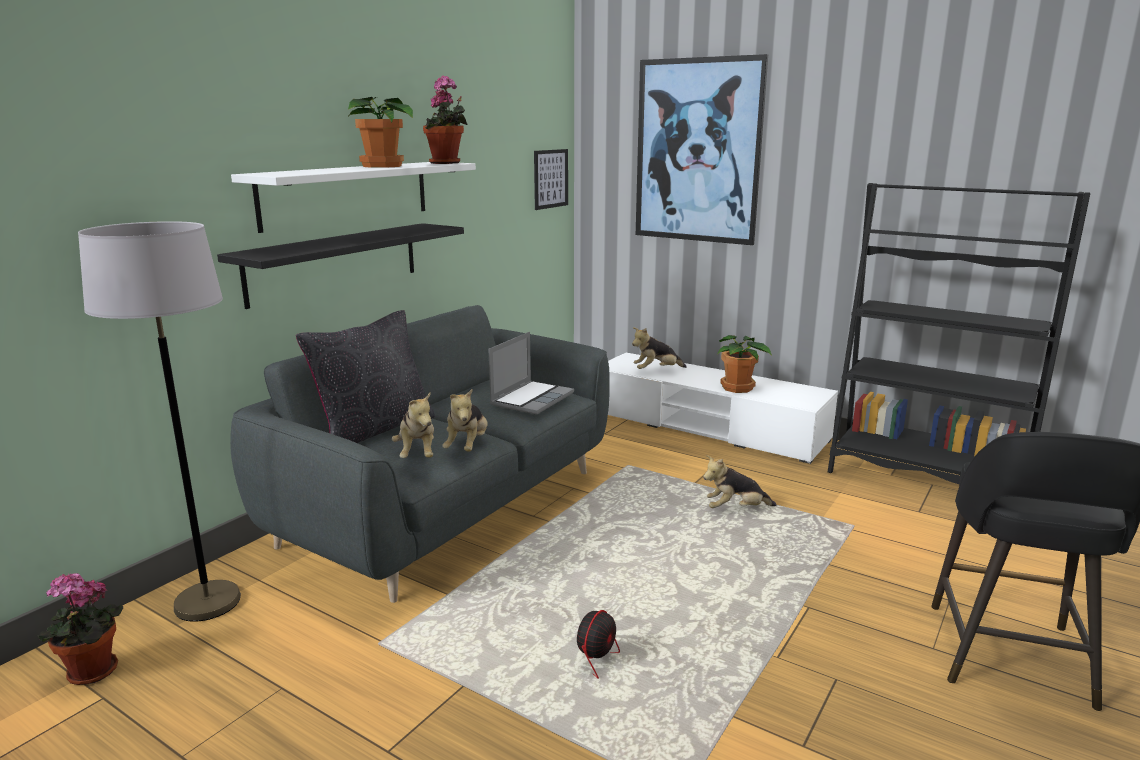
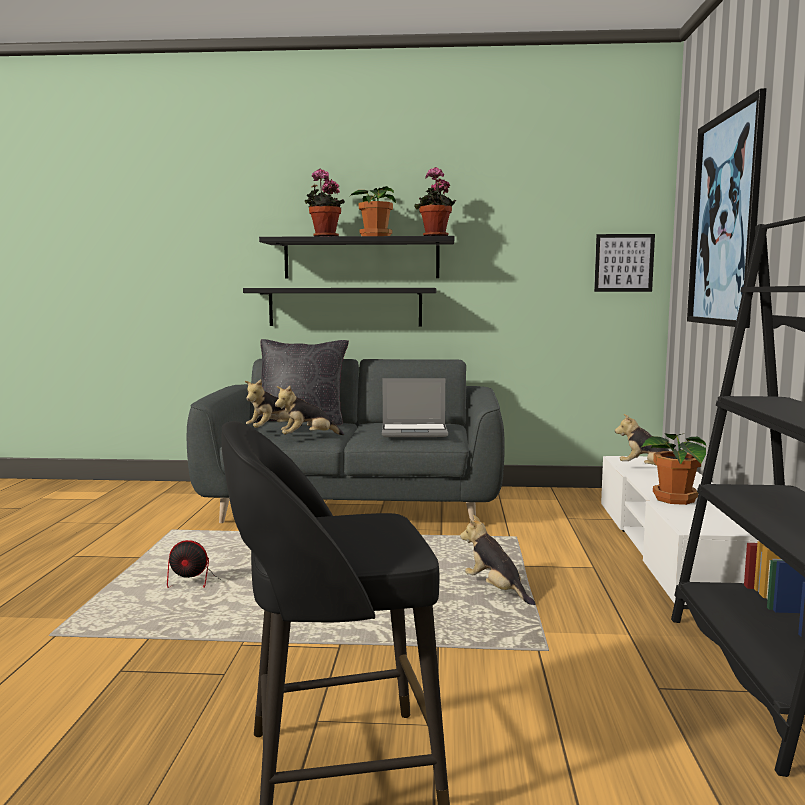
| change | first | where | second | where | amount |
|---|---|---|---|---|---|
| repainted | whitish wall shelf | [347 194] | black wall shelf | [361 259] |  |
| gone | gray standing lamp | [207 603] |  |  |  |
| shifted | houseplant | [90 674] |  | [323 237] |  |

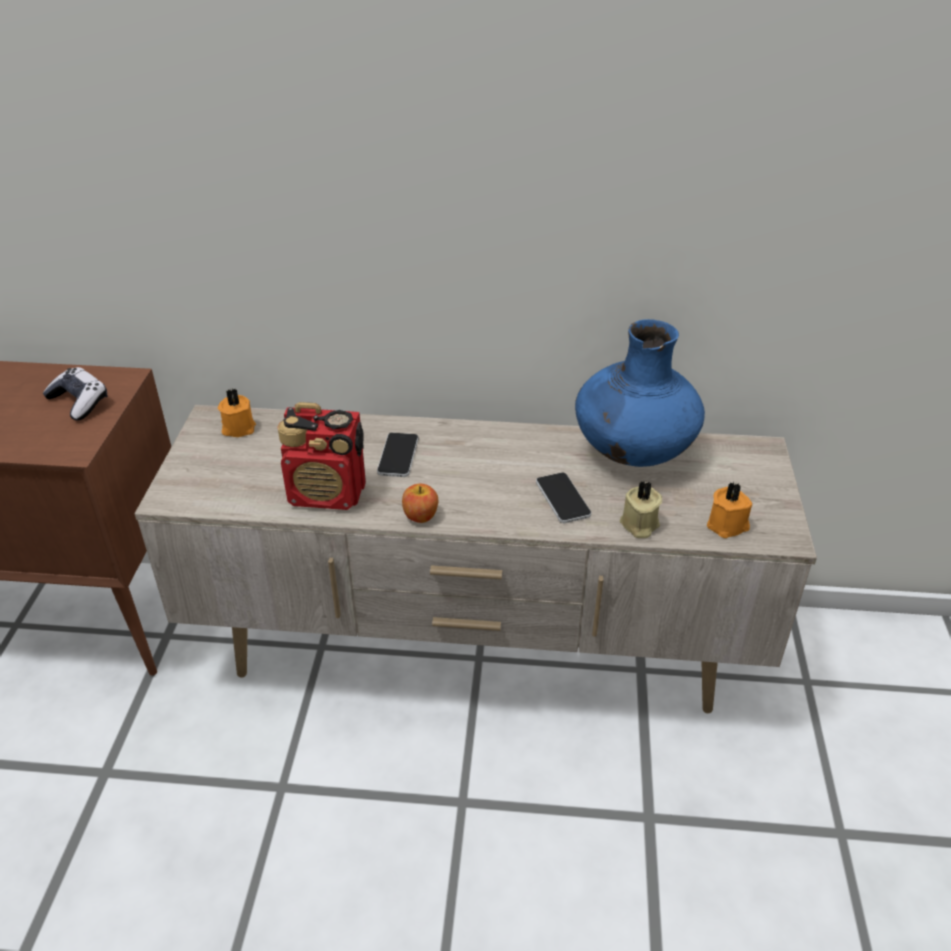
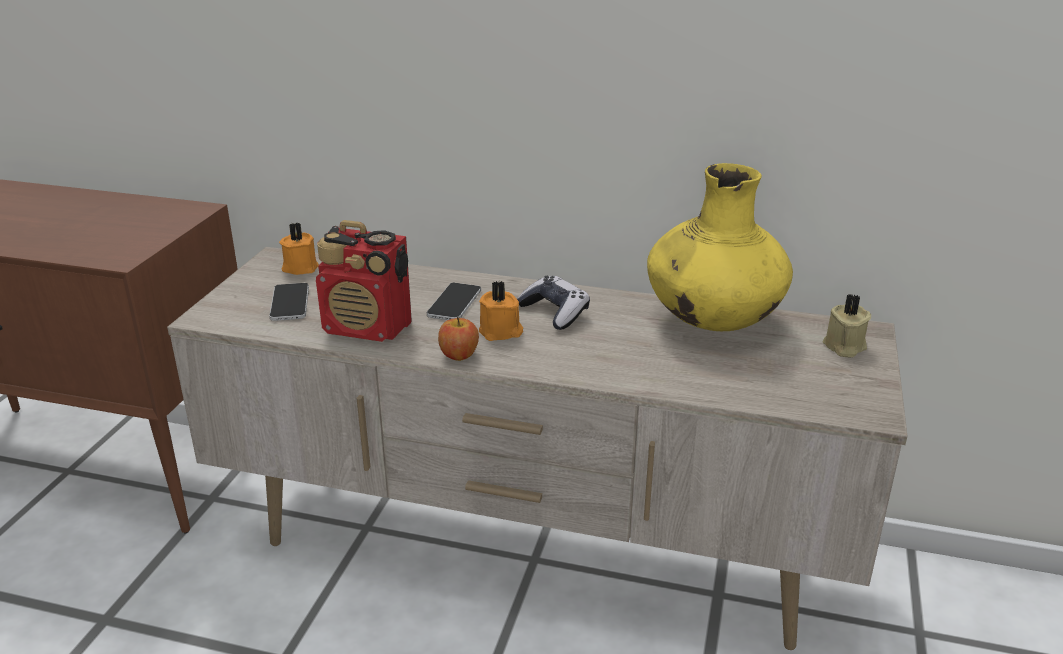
| change | first | where | second | where | amount |
|---|---|---|---|---|---|
| repainted | bluish vase | [632 452] | yellow-coloured vase | [712 321] |  |
| shifted | gamepad | [79 402] |  | [554 312] |  |
| shifted | phone | [563 498] |  | [290 303] |  |
| shifted | sand-coloured wax candle | [639 525] |  | [843 347] |  |
| shifted | orangey wax candle | [728 525] |  | [501 332] |  |

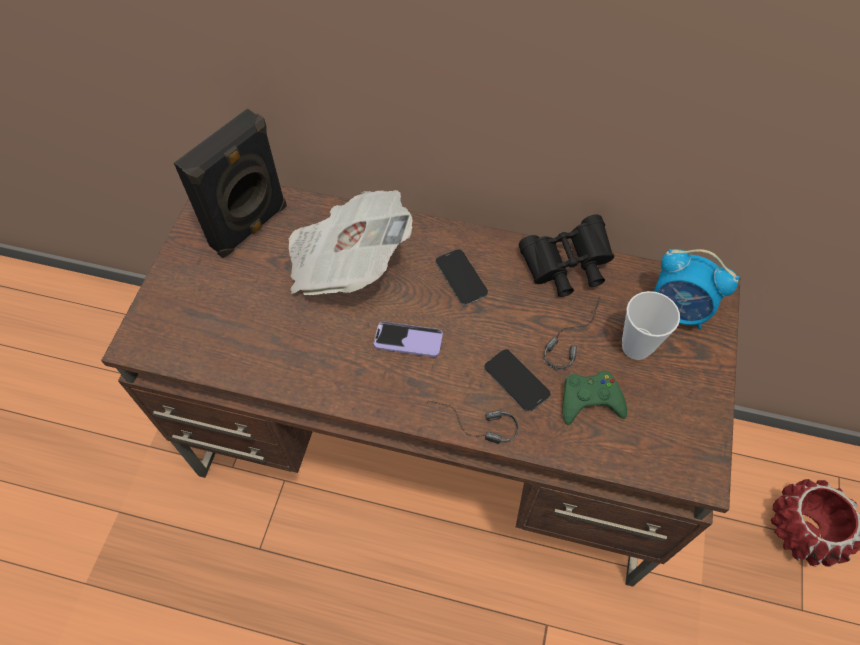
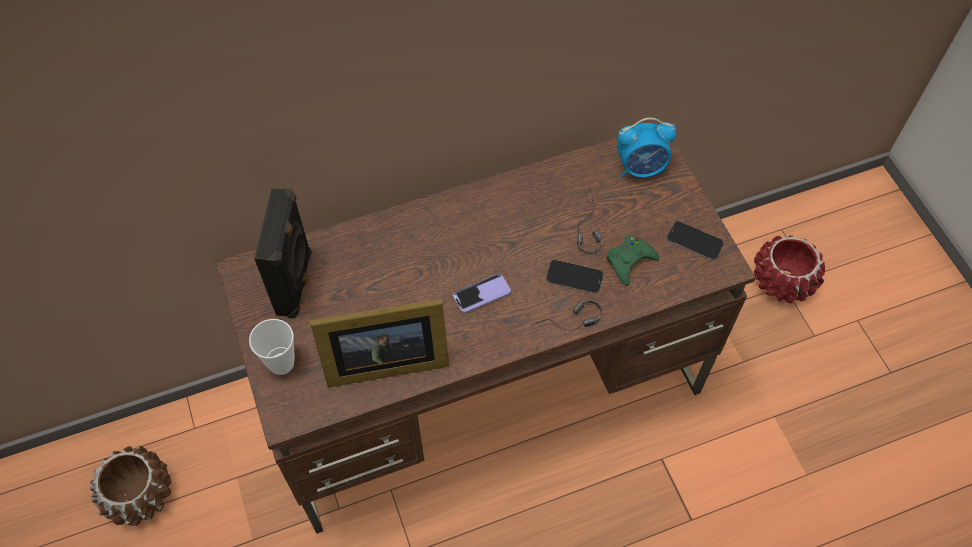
| change | first | where | second | where | amount |
|---|---|---|---|---|---|
| gone | daily paper | [346 262] |  |  |  |
| gone | black pair of binoculars | [566 267] |  |  |  |
| shifted | phone | [461 277] |  | [694 241] |  |
| shifted | small cup | [636 347] |  | [281 363] |  |
| new |  |  | picture frame | [382 361] |  |
| new |  |  | brownish plant pot | [140 494] |  |

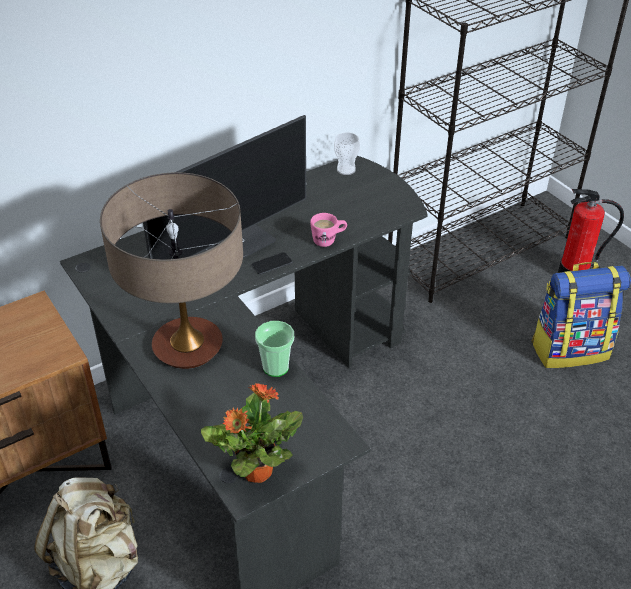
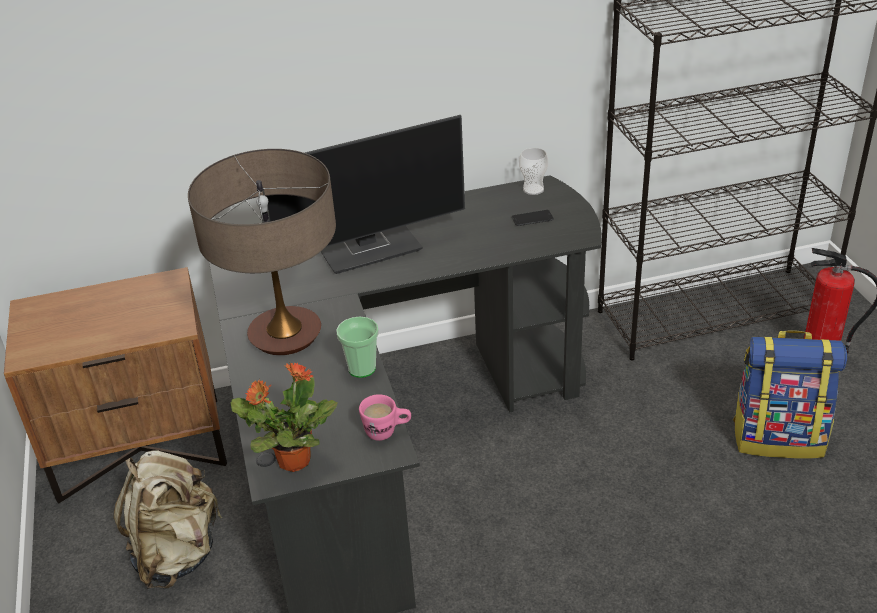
| change | first | where | second | where | amount |
|---|---|---|---|---|---|
| shifted | pink-coloured tea mug | [328 240] |  | [387 432] |  |
| shifted | phone | [272 264] |  | [532 218] |  |

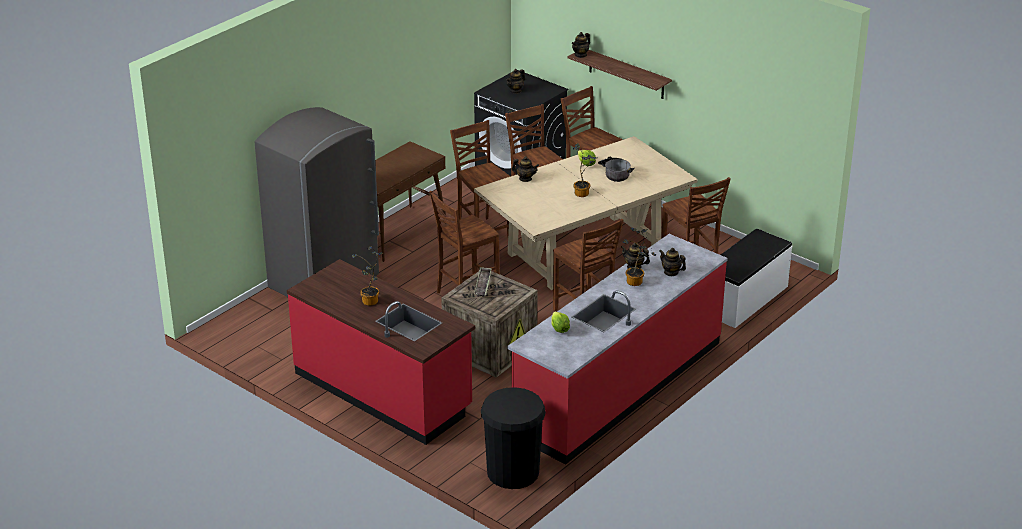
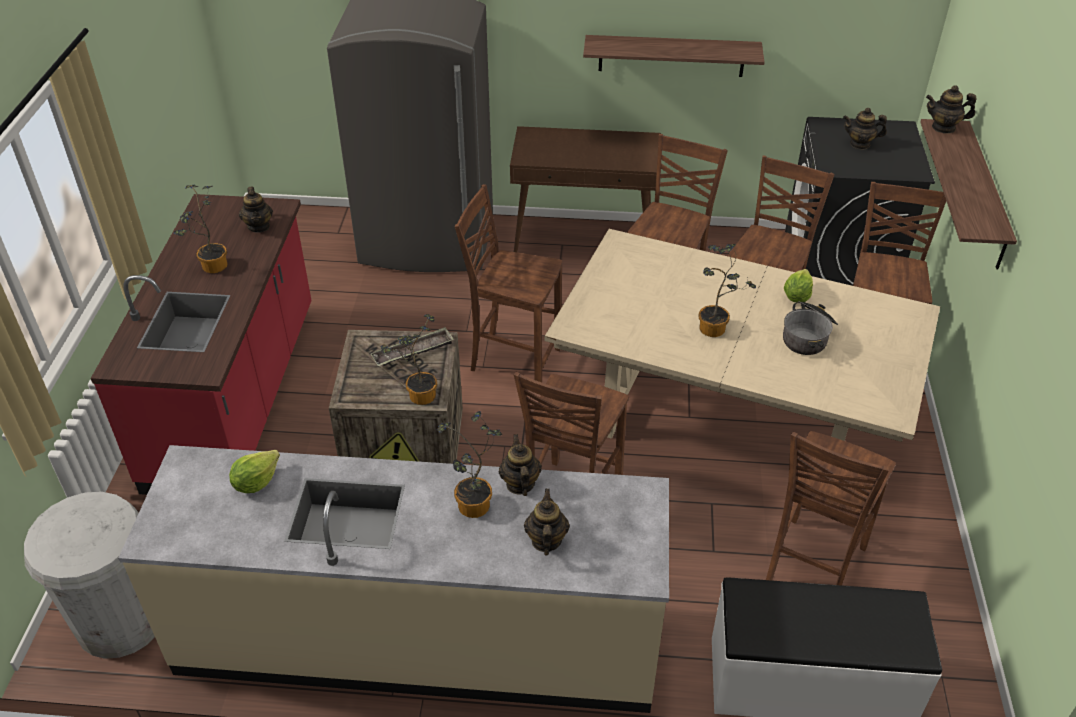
| change | first | where | second | where | amount |
|---|---|---|---|---|---|
| shifted | teapot | [525 179] |  | [259 226] |  |
| repainted | red kitchen counter | [617 387] | sand-coloured kitchen counter | [419 636] |  |
| repainted | black trash can | [512 472] | whitish trash can | [121 620] |  |
| new |  |  | wall shelf | [671 56] |  |
| new |  |  | houseplant | [418 395] |  |

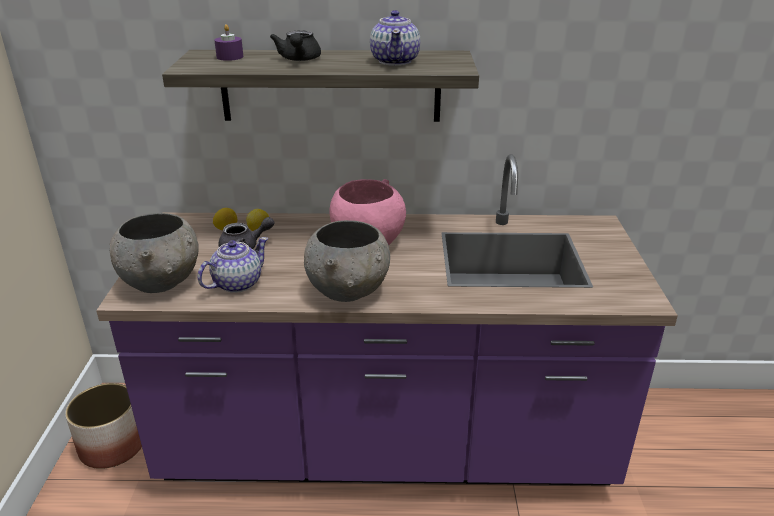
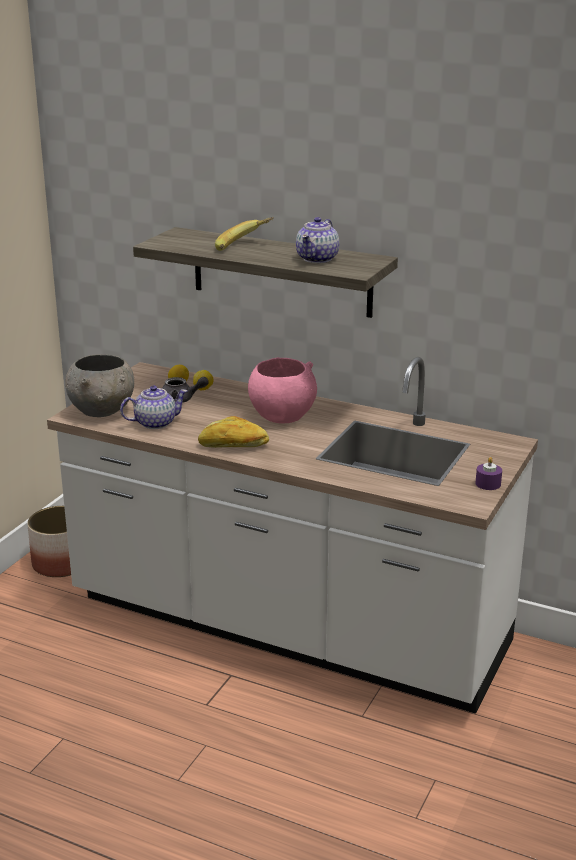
| change | first | where | second | where | amount |
|---|---|---|---|---|---|
| shifted | purple wax candle | [230 57] |  | [488 484] |  |
| swapped | black teapot | [299 60] | banana fruit | [244 247] |  |
| repainted | purple kitchen counter | [387 445] | whitish kitchen counter | [288 625] |  |
| swapped | gray bowl | [349 291] | baked bread | [233 446] |  |

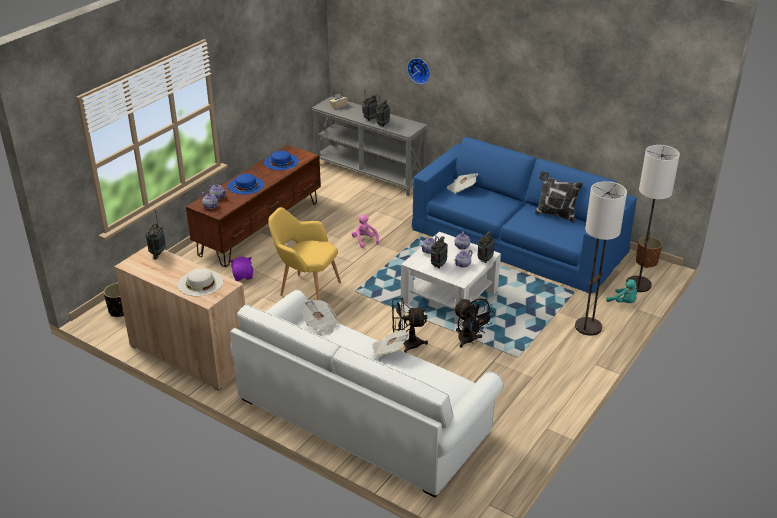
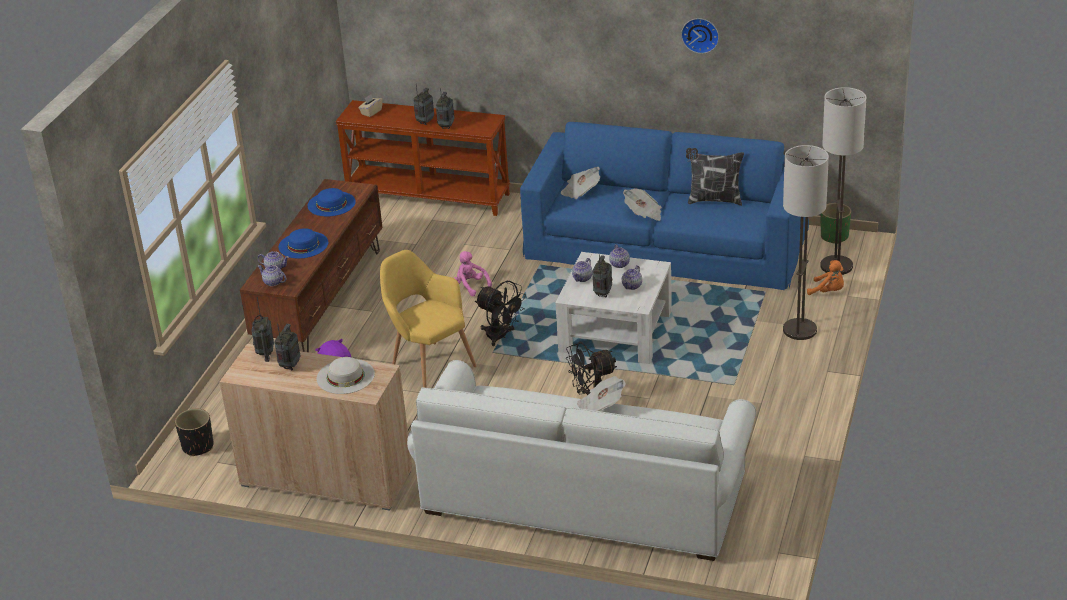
| change | first | where | second | where | amount |
|---|---|---|---|---|---|
| shifted | wall clock | [419 70] |  | [700 34] |  |
| repainted | gray narrow table | [370 173] | brownish narrow table | [429 196] |  |
| rotated | yellow-coloured armchair | [306 289] |  | [429 364] | 45 degrees clockwise |
| shifted | radio | [485 260] |  | [290 366] |  |
| repainted | brownish plant pot | [646 262] | green plant pot | [834 237] |  |
| repainted | blue-green cuddly toy | [623 302] | orangey cuddly toy | [828 291] |  |
| shifted | black fan | [469 341] |  | [501 336] |  |
| shifted | daily paper | [320 325] |  | [643 214] |  |

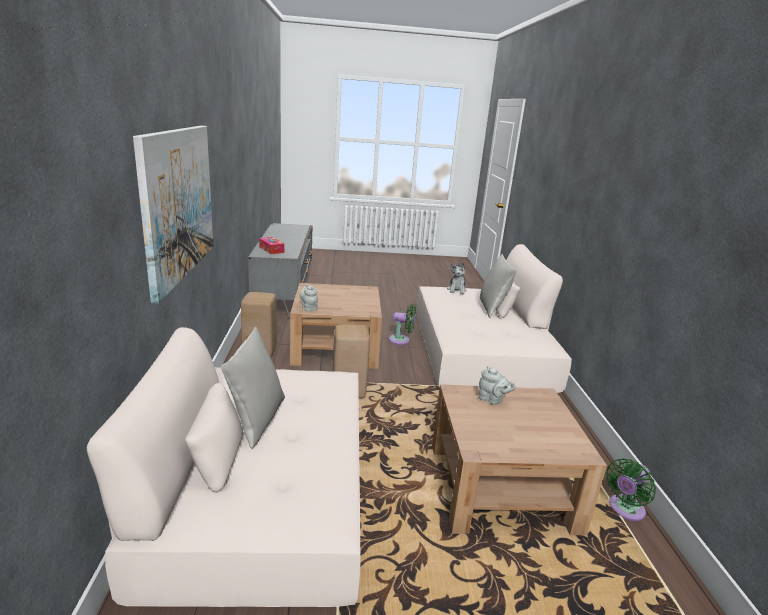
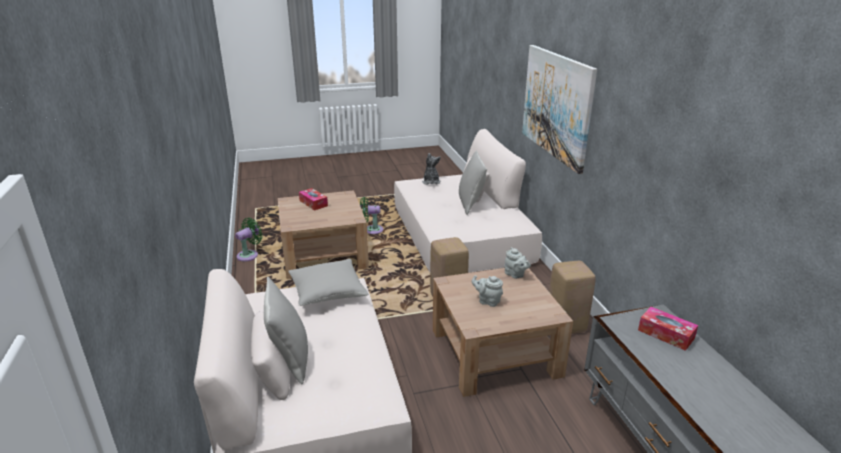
| change | first | where | second | where | amount |
|---|---|---|---|---|---|
| shifted | cuddly toy | [456 290] |  | [431 182] |  |
| shifted | green fan | [401 340] |  | [371 230] |  |
| shifted | gray teapot | [492 400] |  | [487 301] |  |
| new |  |  | box of tissues | [313 203] |  |
| new |  |  | gray throw pillow | [327 292] |  |

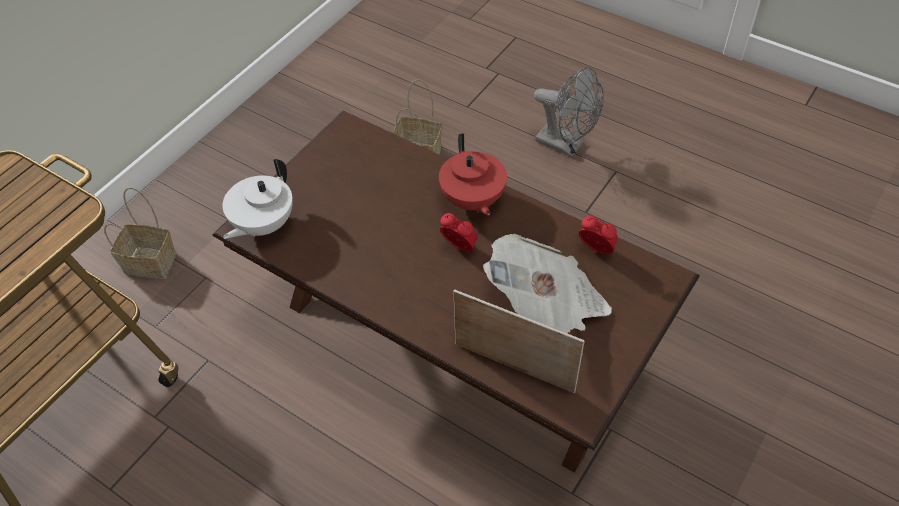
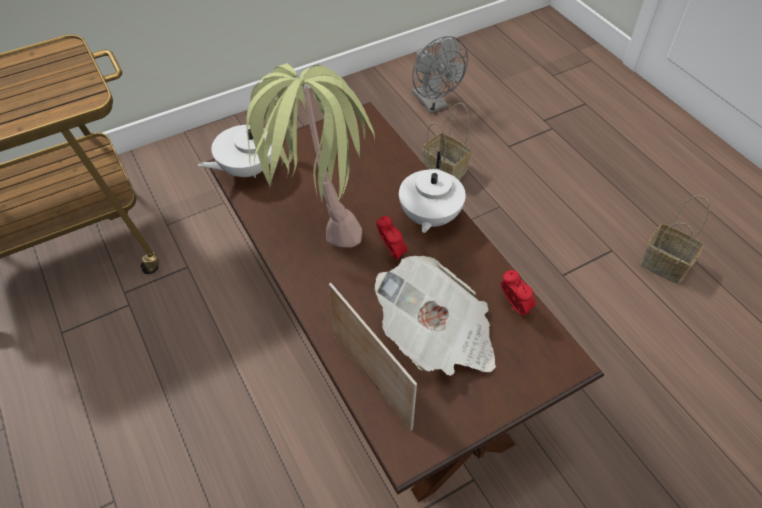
| change | first | where | second | where | amount |
|---|---|---|---|---|---|
| shifted | gray fan | [566 145] |  | [433 104] |  |
| repainted | red teapot | [472 201] | whitish teapot | [429 217] |  |
| shifted | storage basket | [148 263] |  | [662 264] |  |
| new |  |  | houseplant | [316 219] |  |

